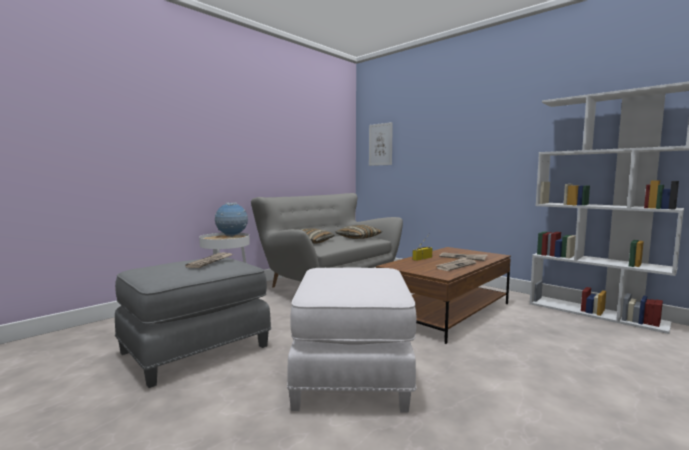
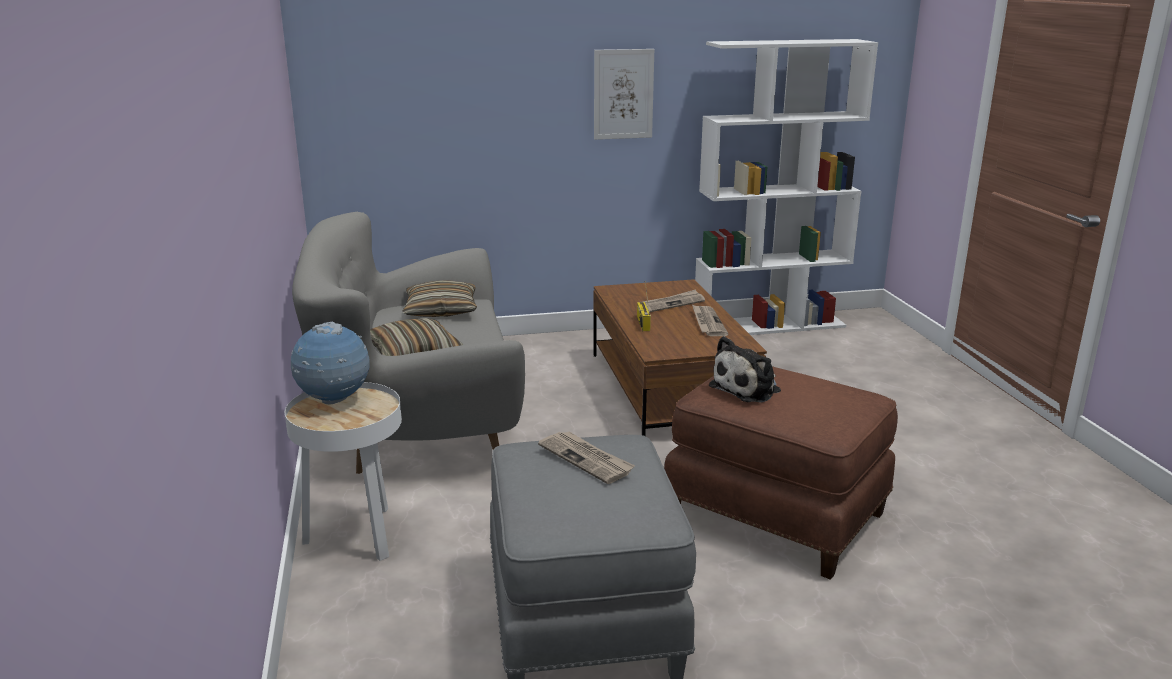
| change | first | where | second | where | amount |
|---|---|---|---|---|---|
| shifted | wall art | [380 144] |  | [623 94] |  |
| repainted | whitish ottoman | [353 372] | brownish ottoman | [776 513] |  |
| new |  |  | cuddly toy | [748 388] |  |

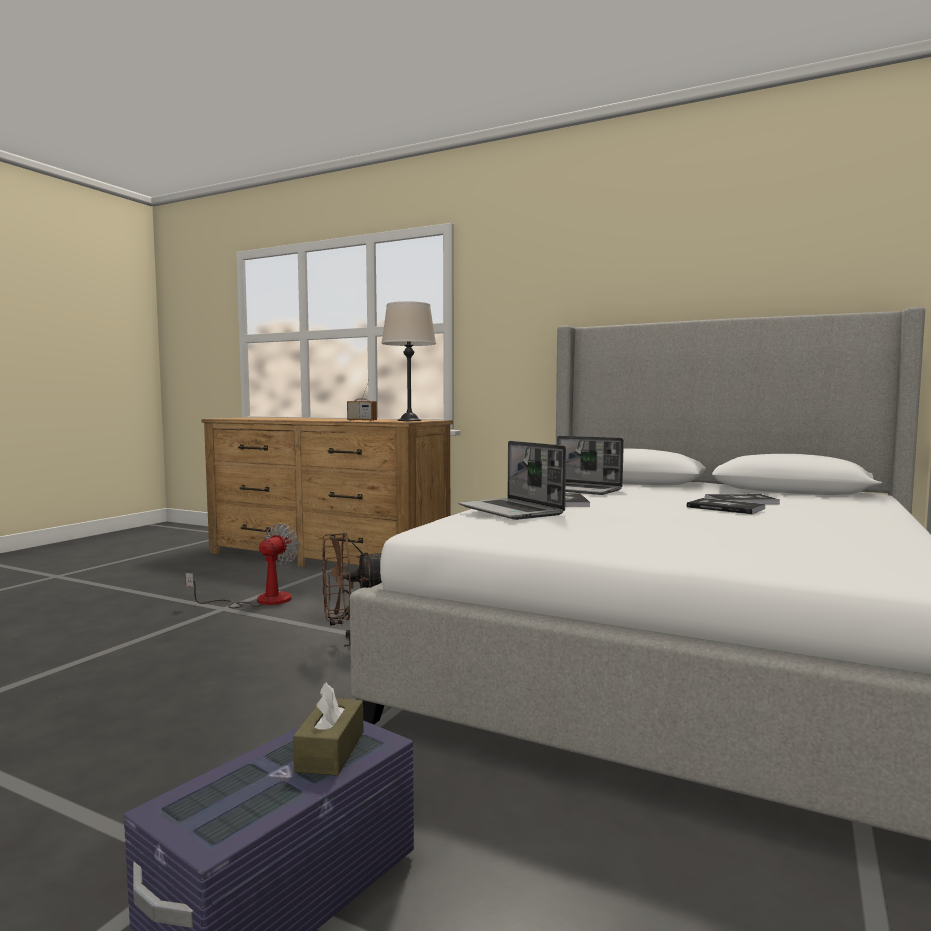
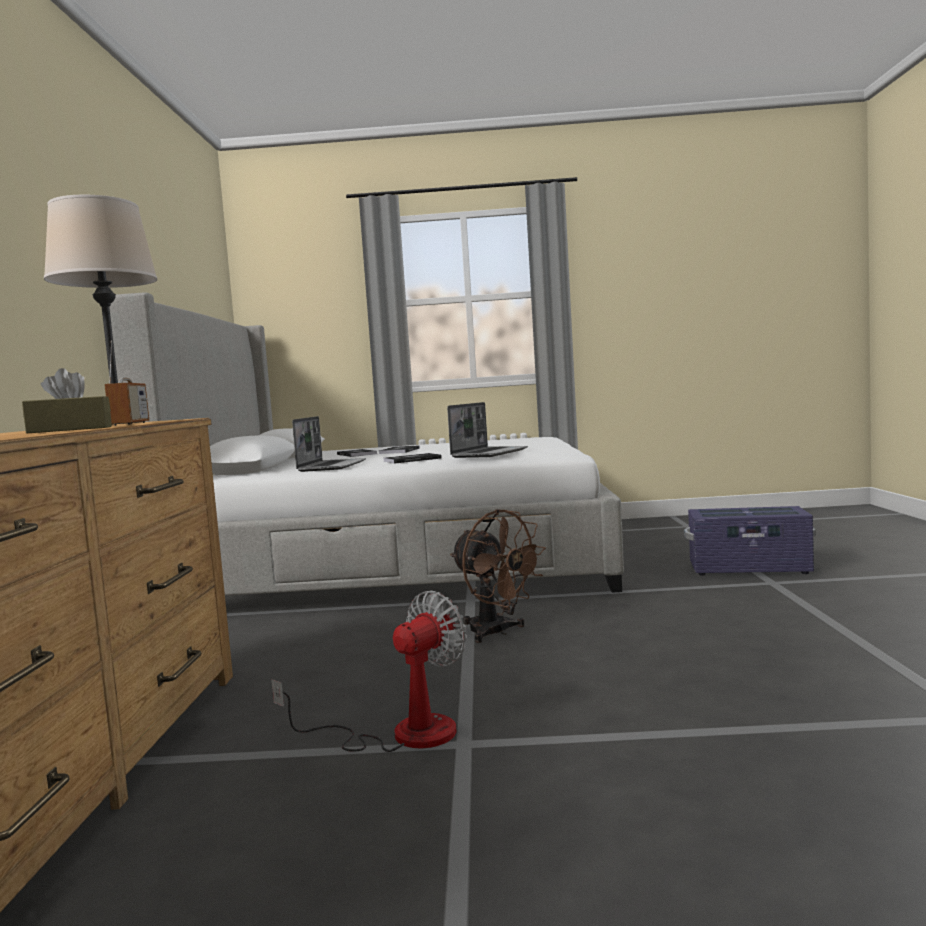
| change | first | where | second | where | amount |
|---|---|---|---|---|---|
| rotated | fan | [260 601] |  | [401 734] | 135 degrees clockwise |
| shifted | brownish box of tissues | [330 751] |  | [70 430] |  |

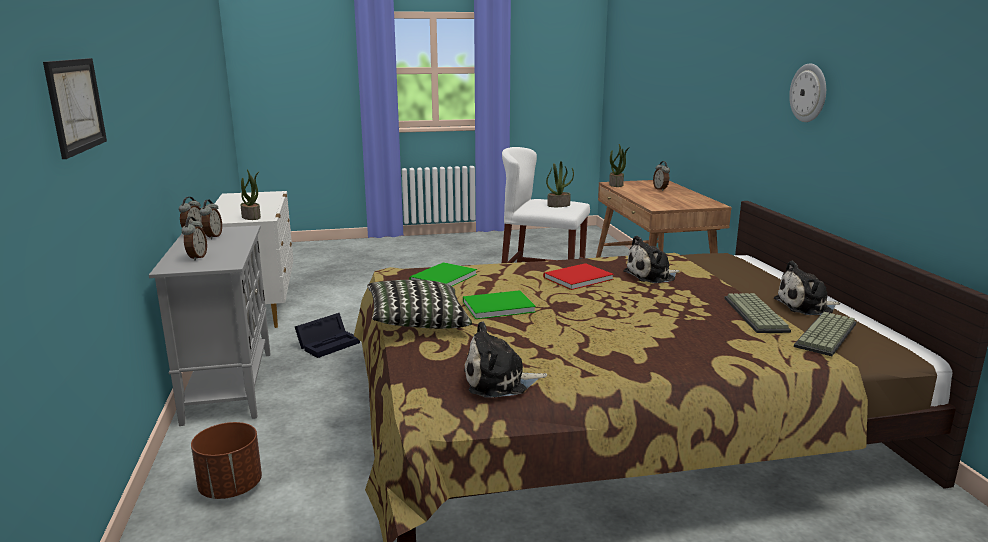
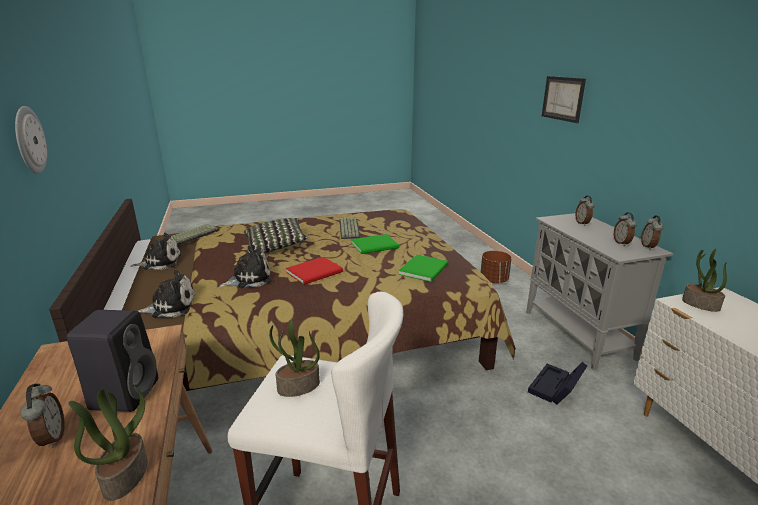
| change | first | where | second | where | amount |
|---|---|---|---|---|---|
| shifted | throw pillow | [417 322] |  | [275 246] |  |
| shifted | keyboard | [757 315] |  | [348 229] |  |
| shifted | cuddly toy | [499 382] |  | [171 306] |  |
| new |  |  | black audio speaker | [125 393] |  |

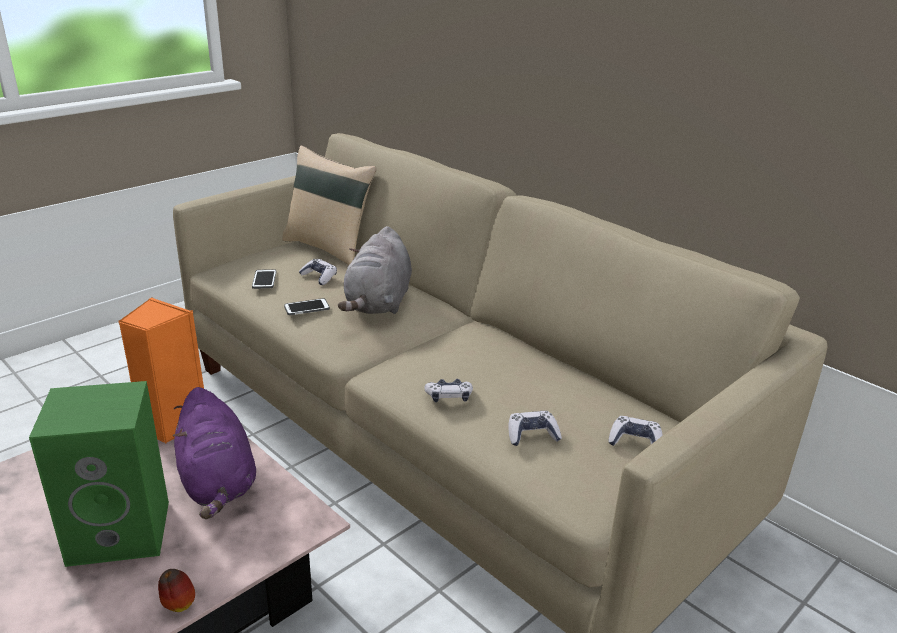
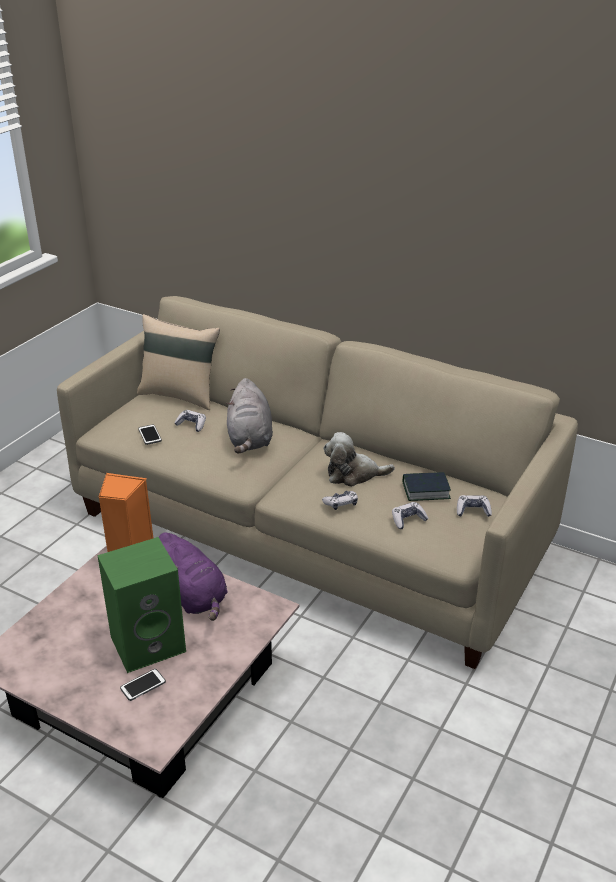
| change | first | where | second | where | amount |
|---|---|---|---|---|---|
| shifted | phone | [306 308] |  | [143 685] |  |
| gone | apple | [178 605] |  |  |  |
| new |  |  | cuddly toy | [353 474] |  |
| new |  |  | bound book | [425 490] |  |

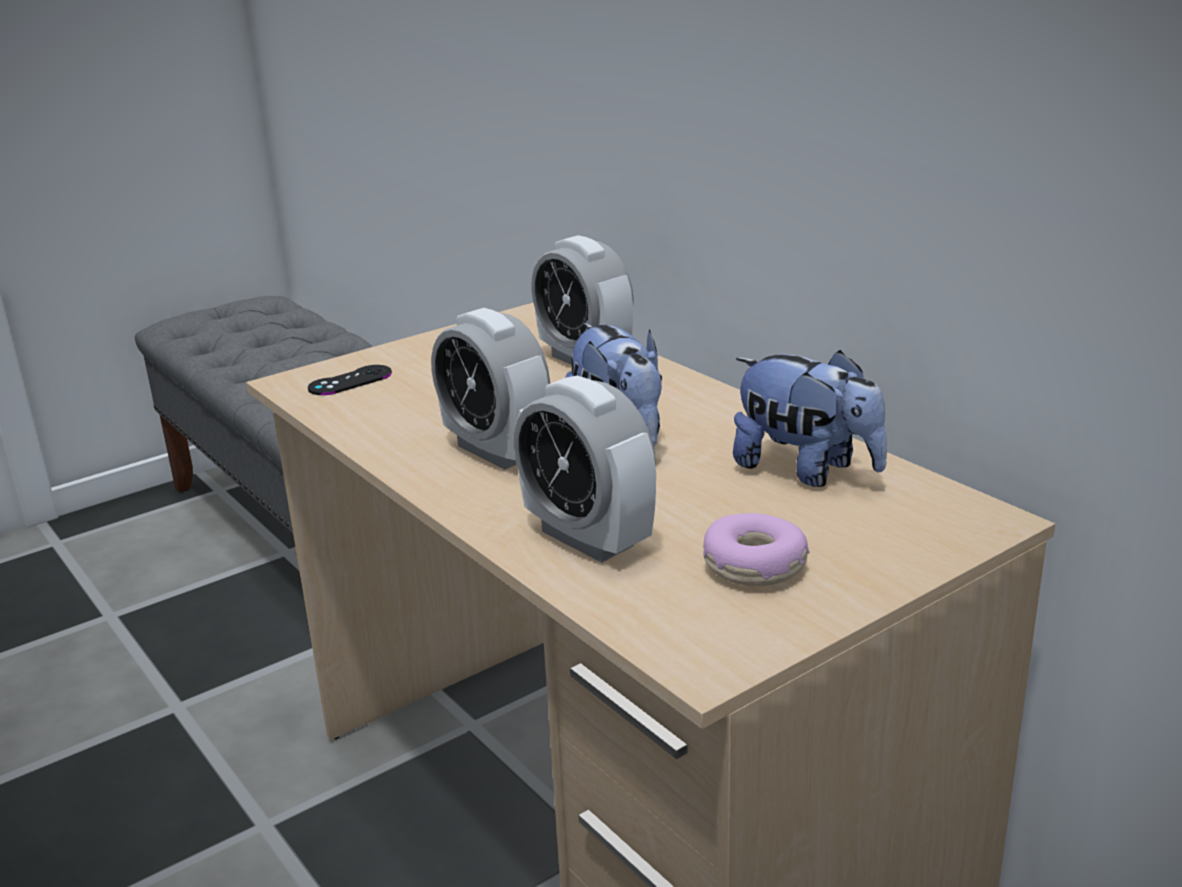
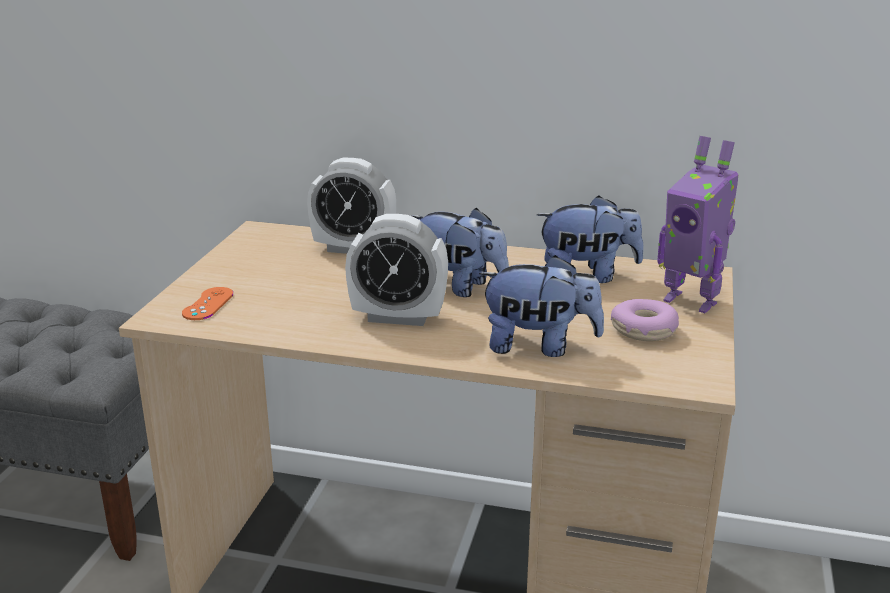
| change | first | where | second | where | amount |
|---|---|---|---|---|---|
| repainted | black gamepad | [350 381] | orangey gamepad | [208 304] |  |
| swapped | bedside clock | [587 538] | cuddly toy | [539 346] |  |
| new |  |  | robot figure | [691 301] |  |

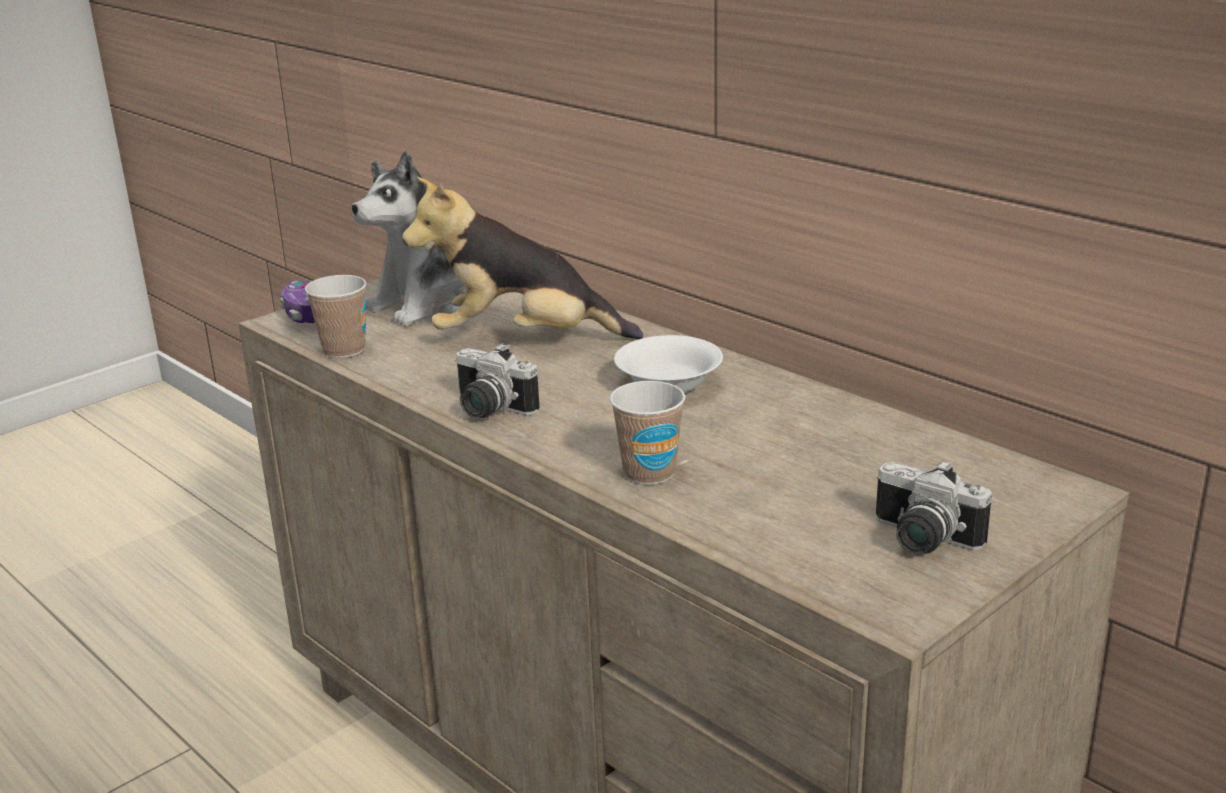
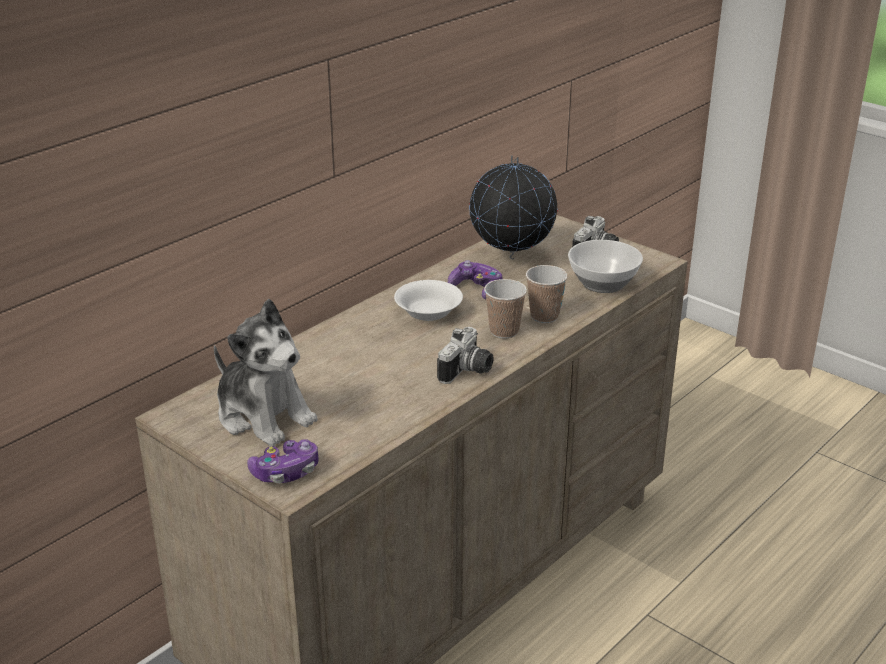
| change | first | where | second | where | amount |
|---|---|---|---|---|---|
| gone | cuddly toy | [522 340] |  |  |  |
| shifted | small cup | [344 350] |  | [504 331] |  |
| new |  |  | world globe | [511 257] |  |
| new |  |  | bowl | [604 284] |  |
| new |  |  | gamepad | [477 289] |  |

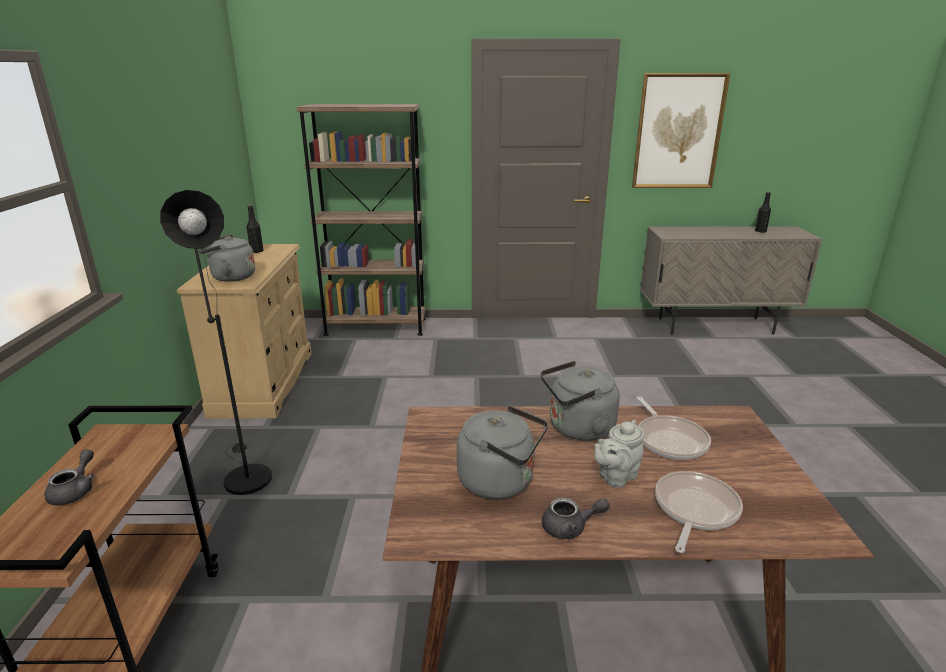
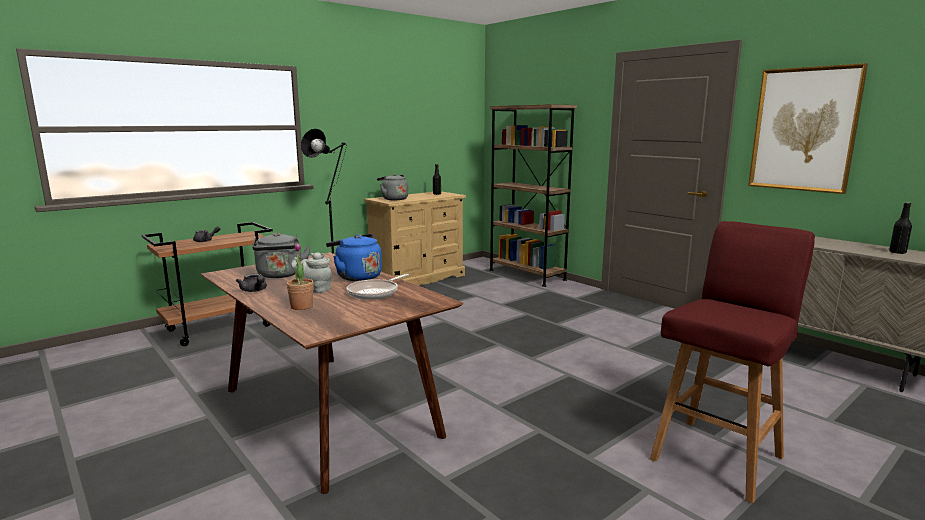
| change | first | where | second | where | amount |
|---|---|---|---|---|---|
| repainted | gray kettle | [577 429] | bluish kettle | [356 276] |  |
| swapped | pan | [694 510] | houseplant | [301 306] |  |
| new |  |  | red stool seat | [718 456] |  |

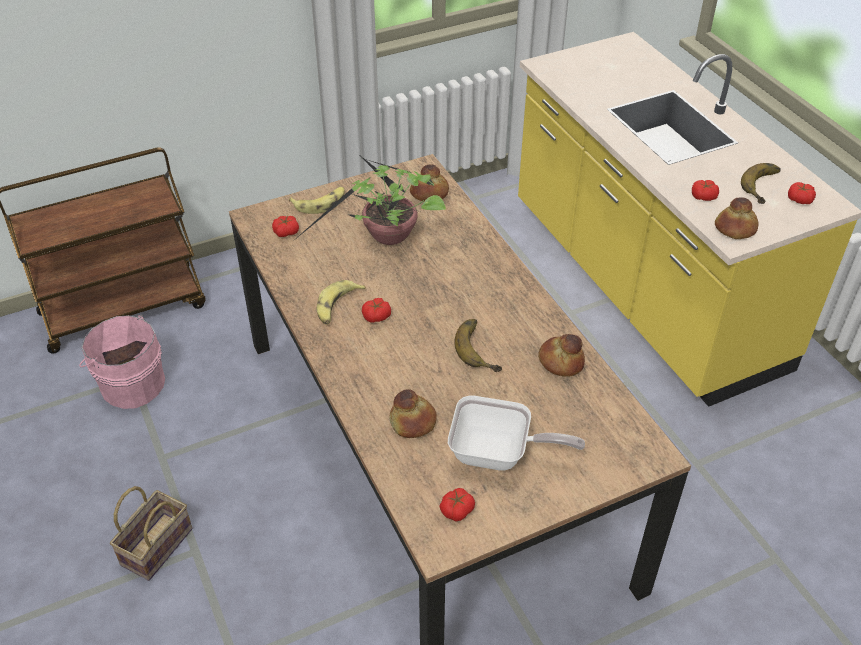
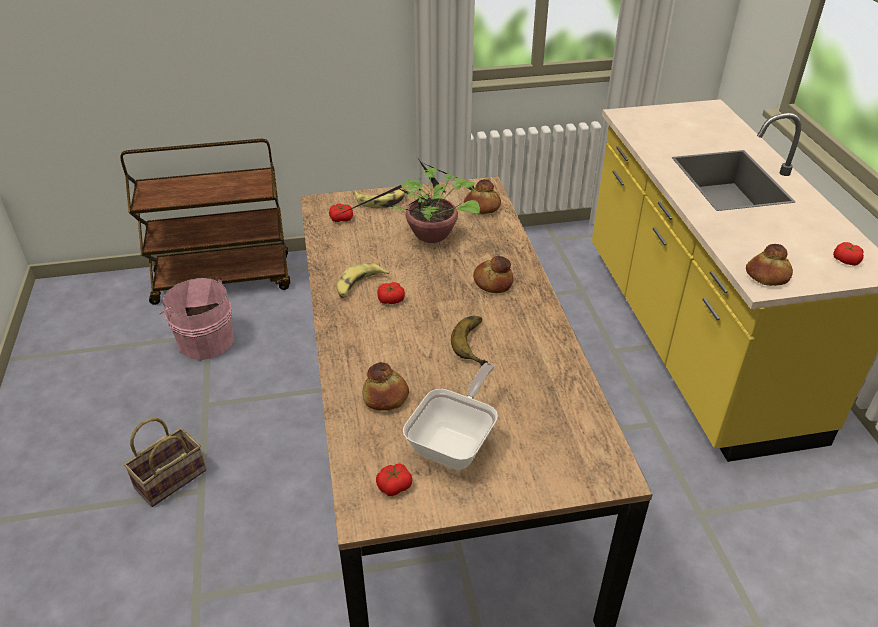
| change | first | where | second | where | amount |
|---|---|---|---|---|---|
| gone | banana fruit | [766 187] |  |  |  |
| gone | whole tomato | [703 196] |  |  |  |
| shifted | baked bread | [561 361] |  | [493 282] |  |
| rotated | pan | [498 454] |  | [455 442] | 90 degrees counterclockwise |

